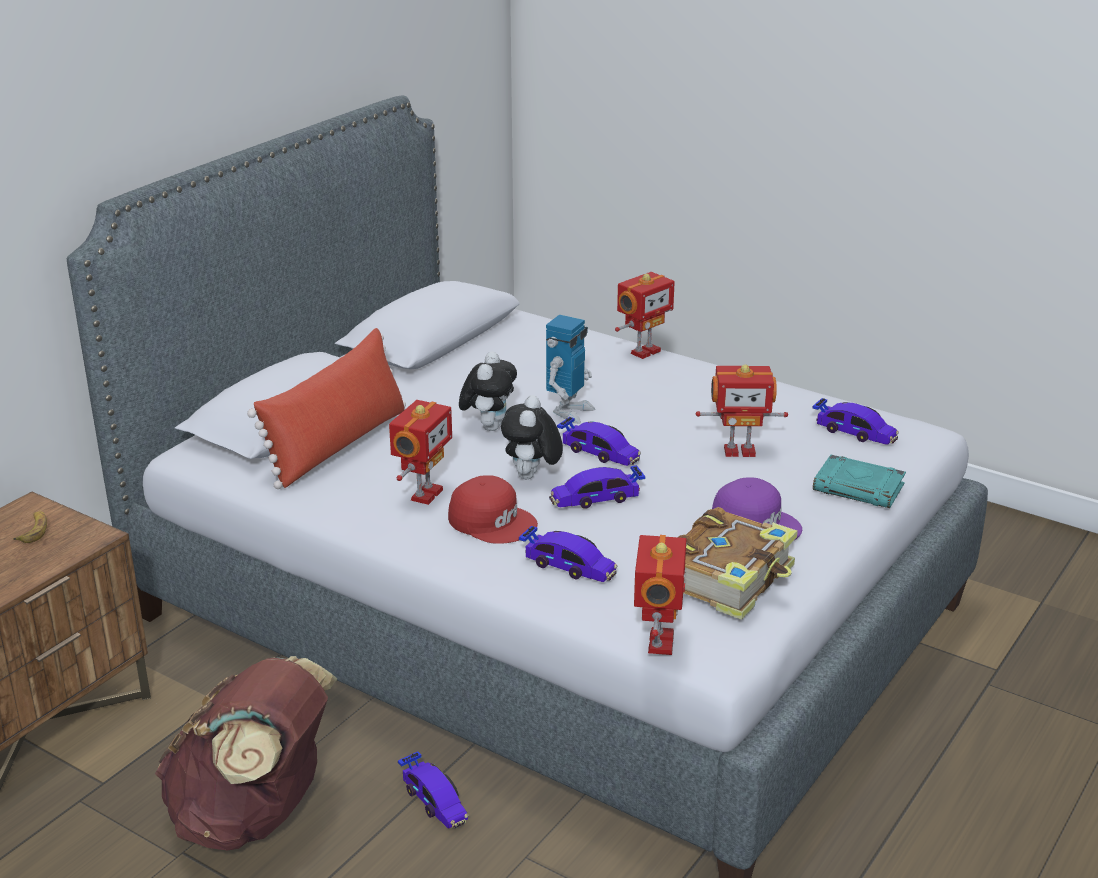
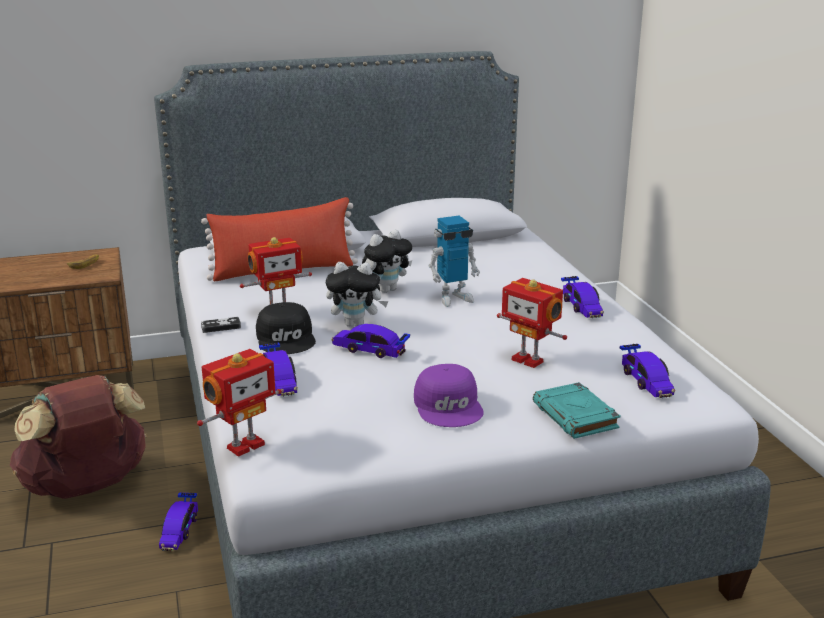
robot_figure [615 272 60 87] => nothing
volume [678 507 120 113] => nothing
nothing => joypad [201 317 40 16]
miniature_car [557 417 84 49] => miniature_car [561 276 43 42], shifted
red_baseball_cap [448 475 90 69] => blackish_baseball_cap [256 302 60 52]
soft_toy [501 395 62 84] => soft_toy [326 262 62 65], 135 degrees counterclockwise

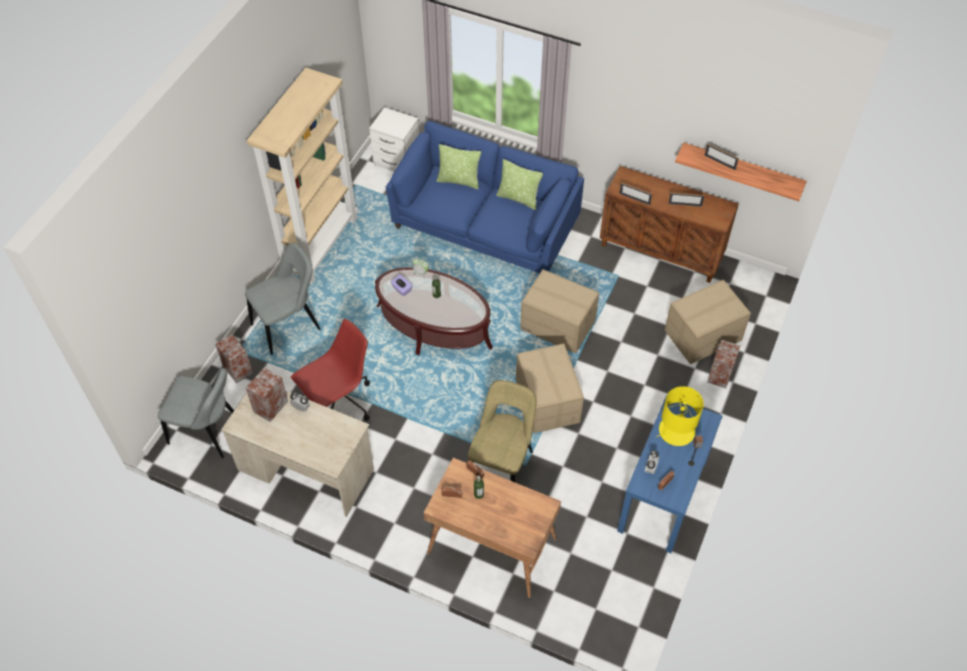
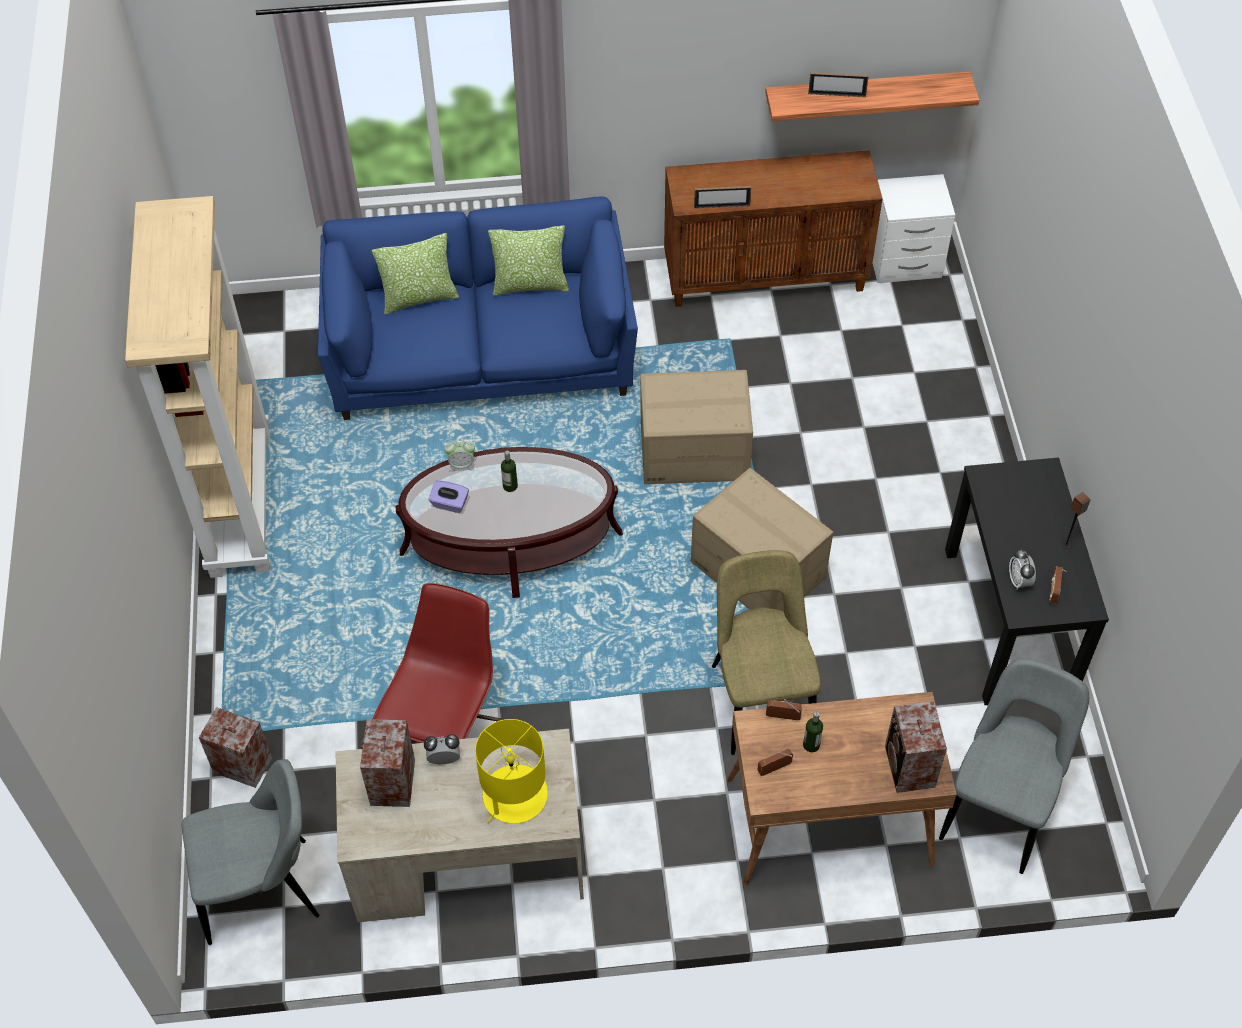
cardboard_box [665 280 86 84] => nothing
photo_frame [668 192 37 15] => nothing
grey_chair [245 243 76 112] => grey_chair [939 658 150 216], shifted
whitish_nightstand [369 107 50 64] => whitish_nightstand [873 174 82 109], shifted
yellow-coloured_lamp_for_a_table [656 386 48 60] => yellow-coloured_lamp_for_a_table [475 719 73 105], shifted
loudspeaker [708 340 32 48] => loudspeaker [885 701 62 92], shifted
bluish_hall_table [617 395 106 158] => blackish_hall_table [945 457 164 248]

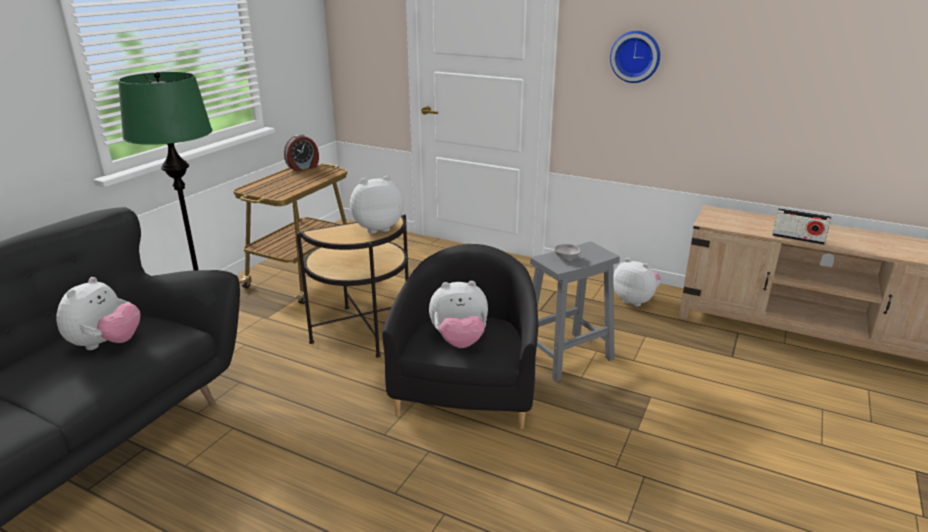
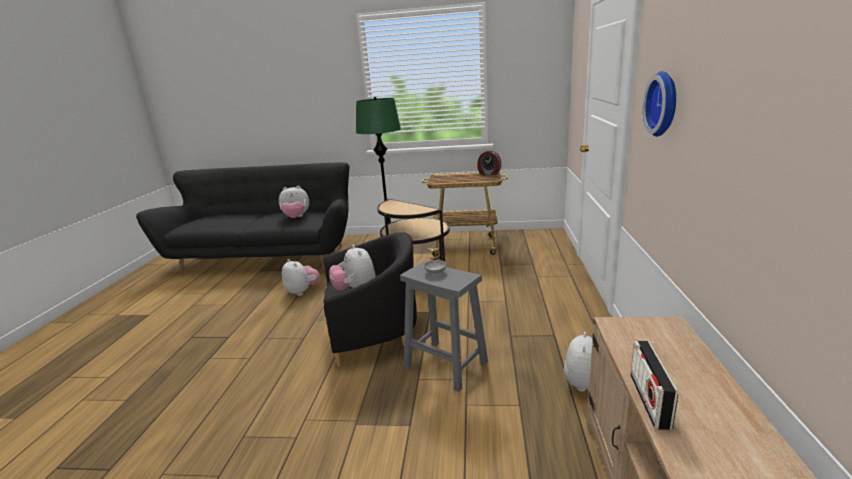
soft_toy [350 176 54 58] => soft_toy [282 259 38 37], shifted

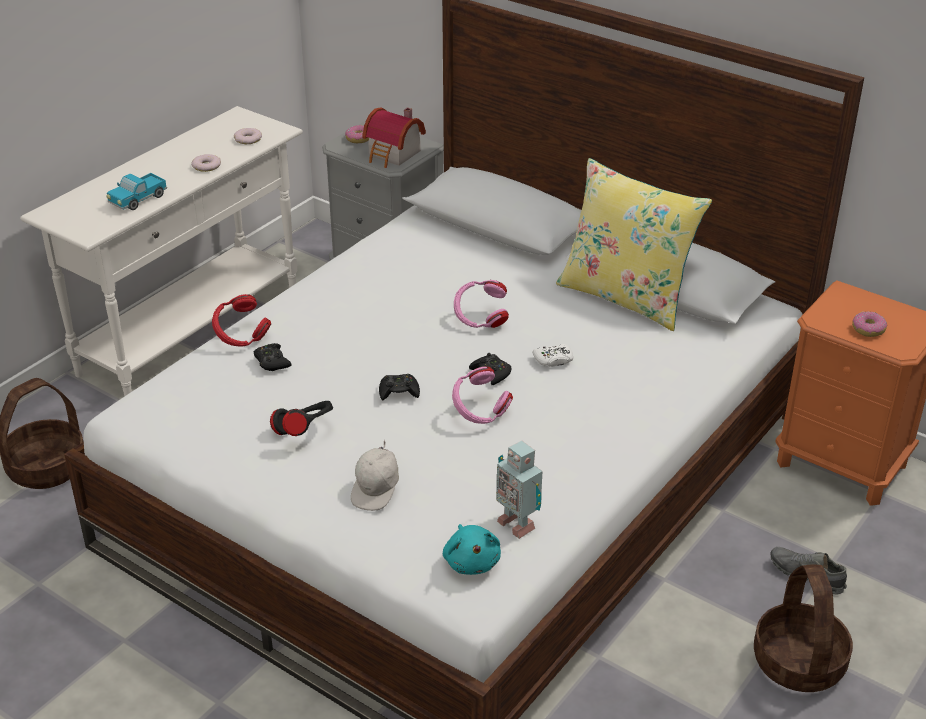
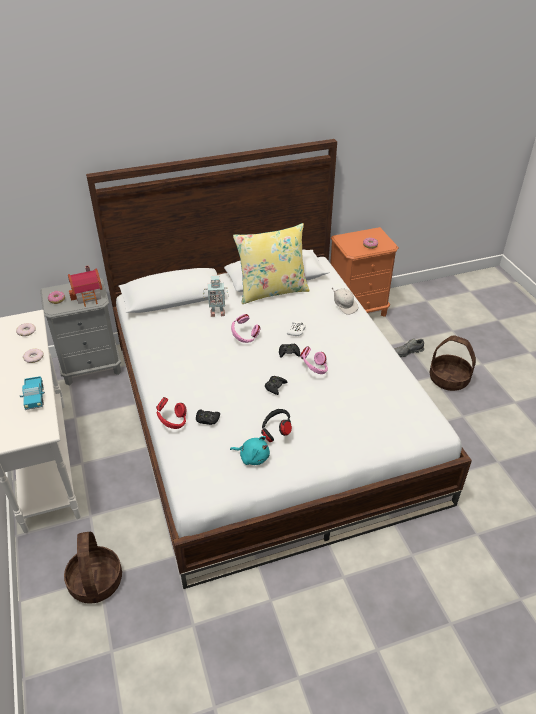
whitish_baseball_cap [351 440 48 71] => whitish_baseball_cap [332 287 26 28], shifted
turquoise_soft_toy [443 524 58 51] => turquoise_soft_toy [230 436 40 29], shifted
robot_figure [496 441 46 98] => robot_figure [203 276 26 41], shifted

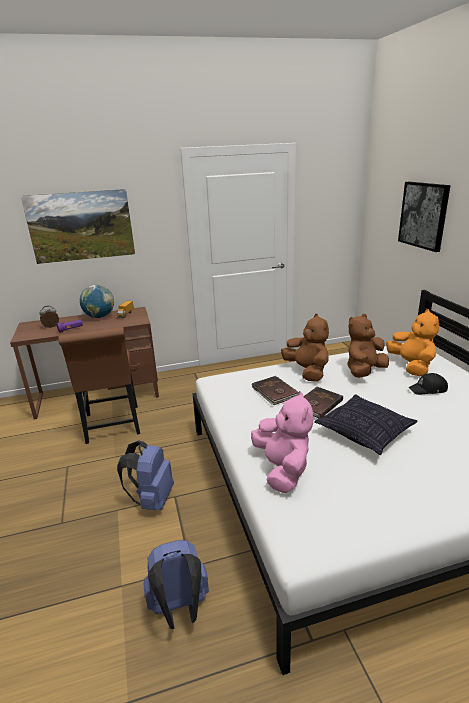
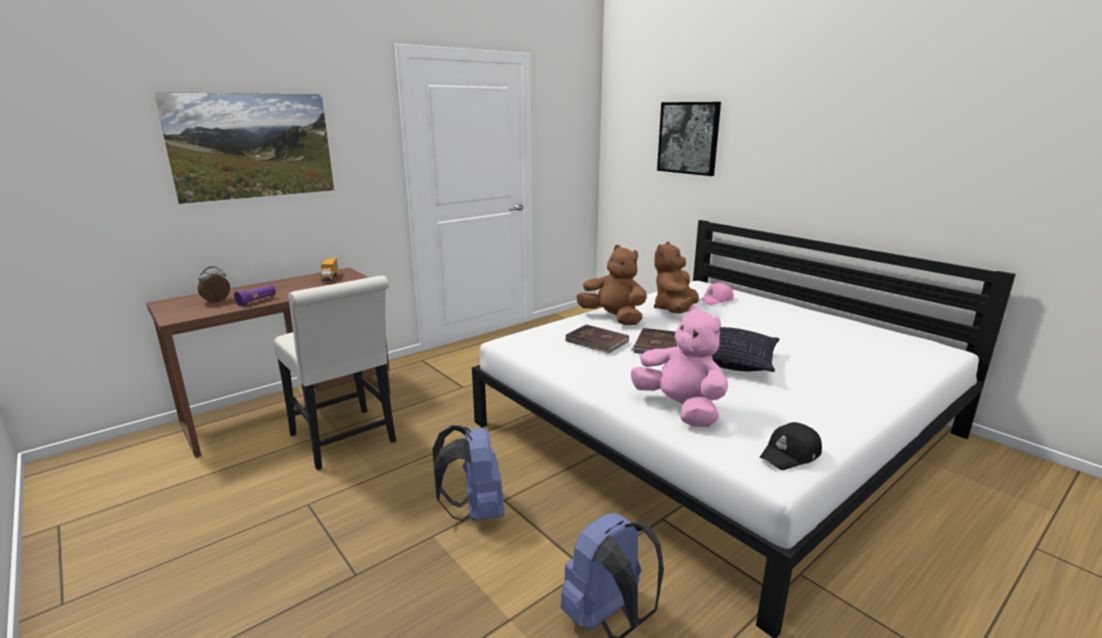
desk_globe [80 285 34 33] => nothing
blackish_baseball_cap [408 373 40 22] => blackish_baseball_cap [759 422 63 48], shifted
orange-coloured_soft_toy [386 309 53 67] => pink-coloured_baseball_cap [699 283 35 22]
brownish_chair [58 327 82 117] => whitish_chair [274 276 122 194]

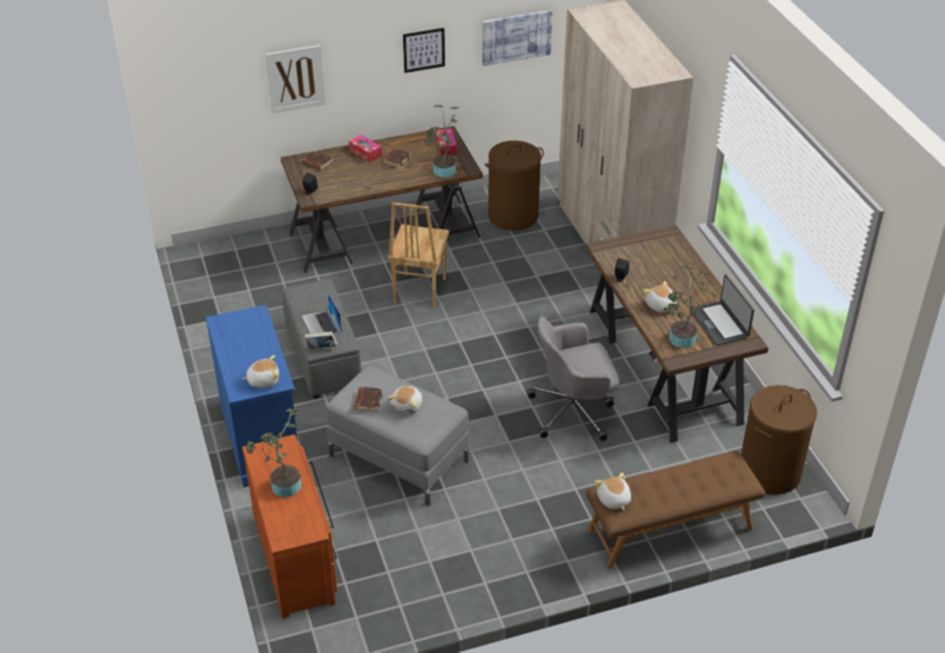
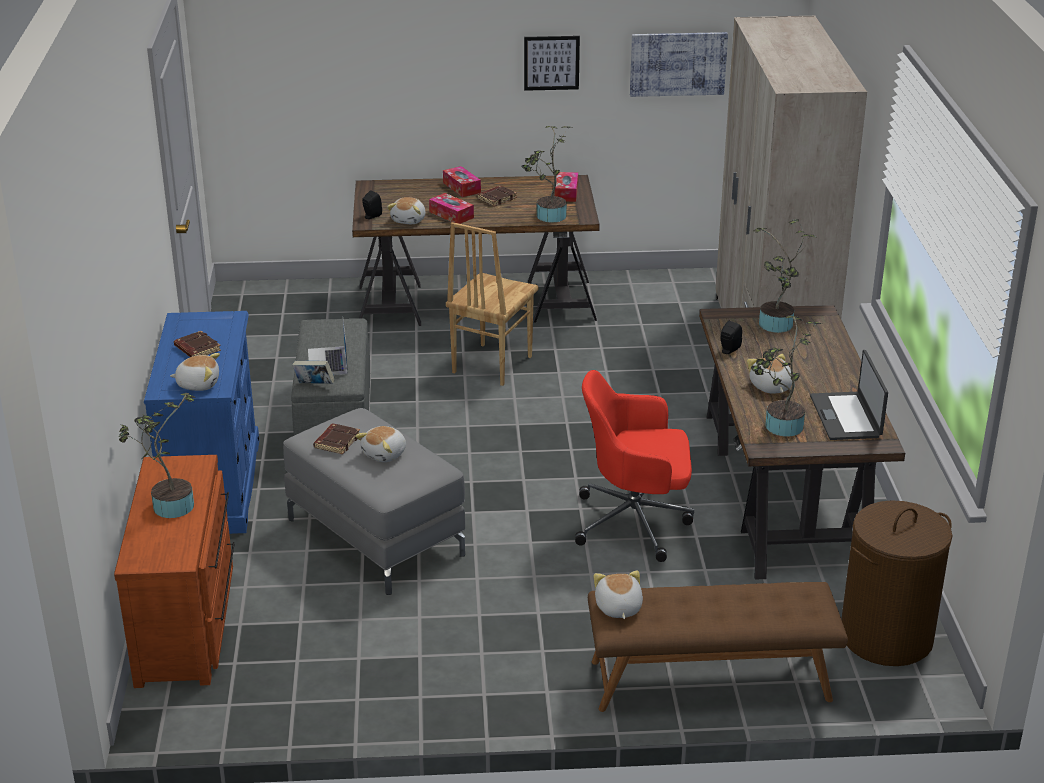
wall_art [265 45 60 68] => nothing
brownish_washing_basket [485 141 59 90] => nothing
nothing => soft_toy [387 197 38 27]
nothing => tissue_box [429 193 45 31]
nothing => plant_in_a_pot [754 219 62 114]
brownish_volume [302 151 31 19] => brownish_volume [174 331 47 26], shifted
grey_computer_chair [527 317 92 124] => red_computer_chair [575 370 119 192]

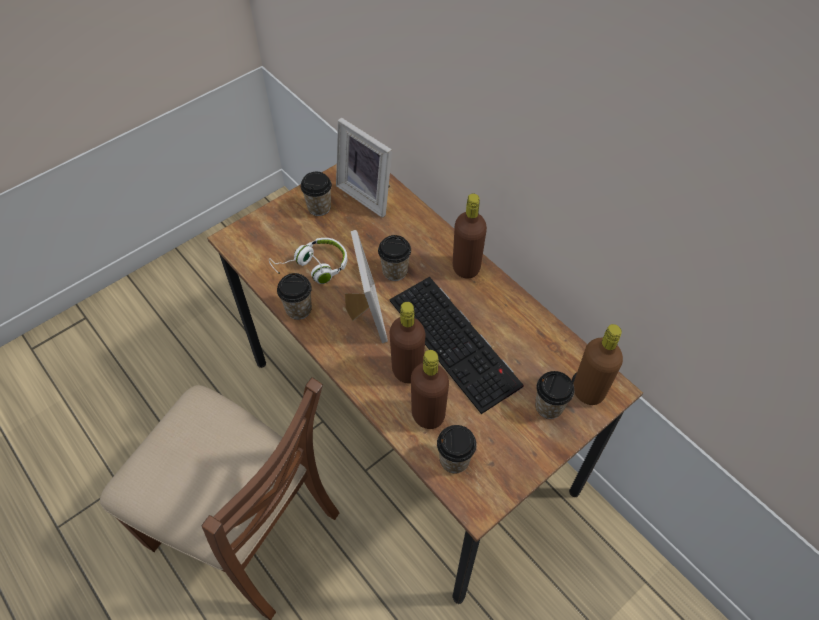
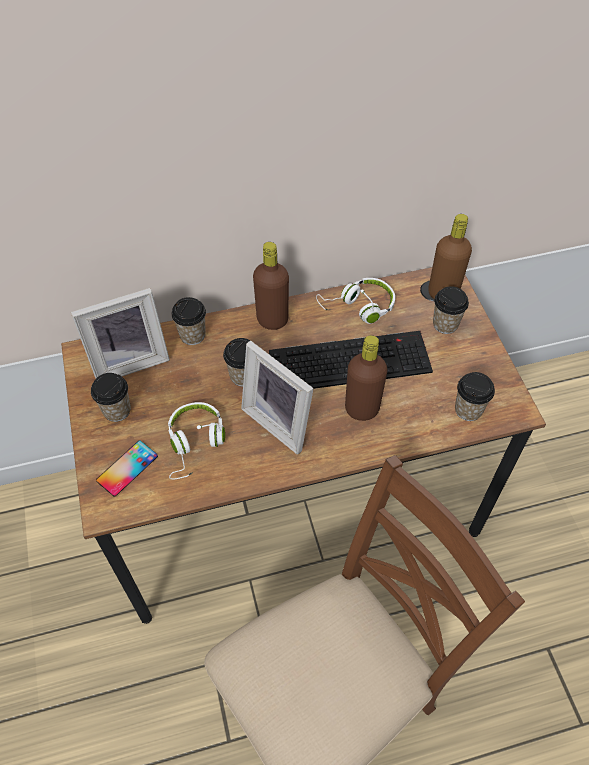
brownish_beverage_bottle [411 350 38 79] => nothing
nothing => telephone [96 440 62 57]
nothing => whitish_pair_of_headphones [316 278 79 46]
cup [277 273 35 47] => cup [171 297 35 48], shifted
photo_frame [345 230 43 113] => photo_frame [241 341 73 114], 150 degrees counterclockwise

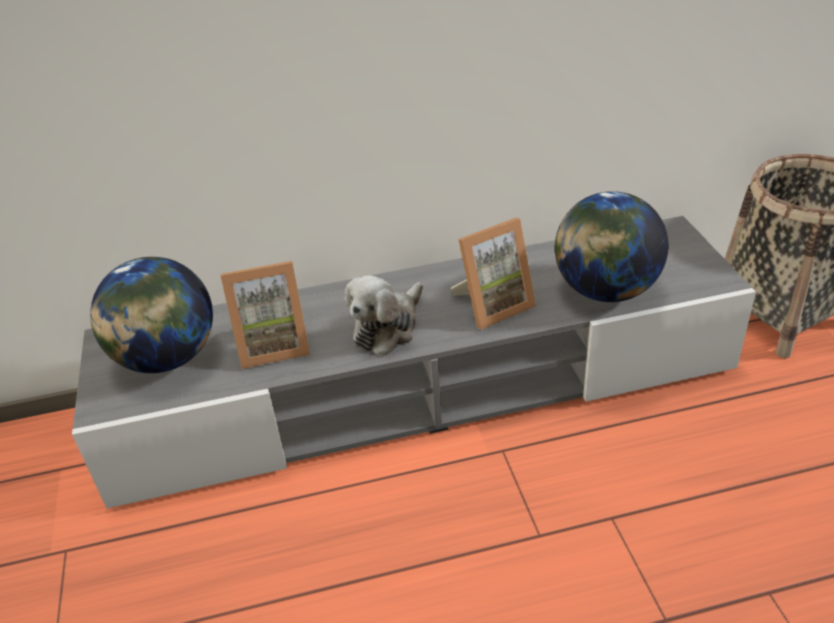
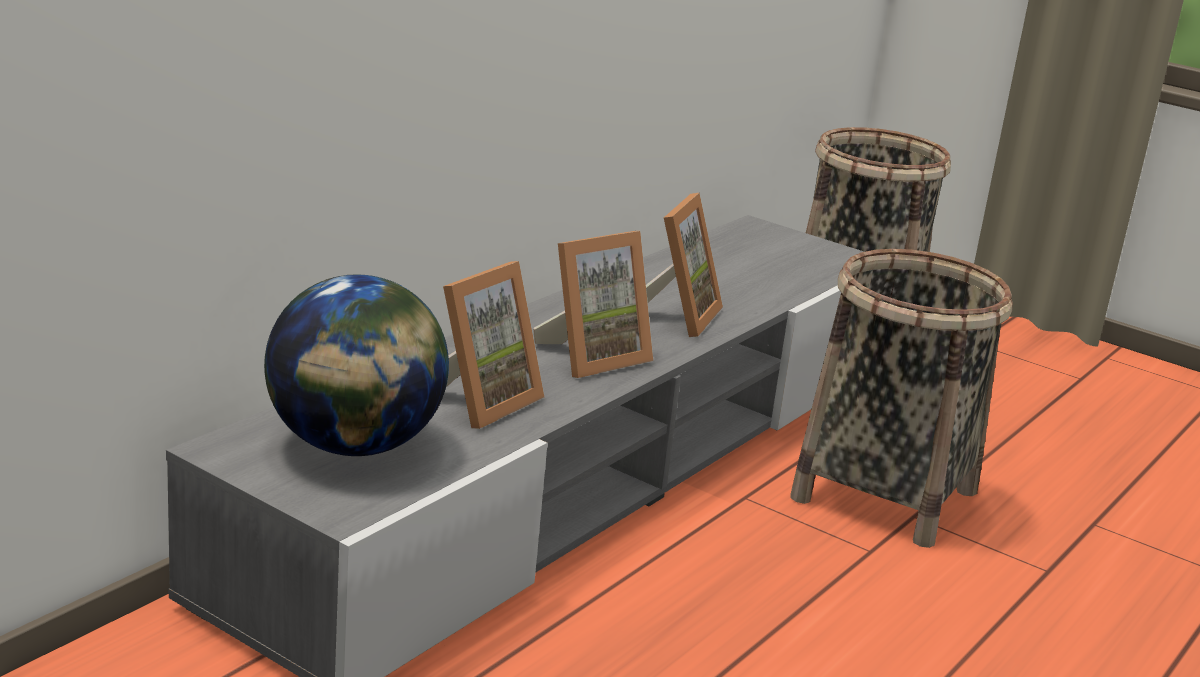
desk_globe [555 191 113 111] => nothing
nothing => household_basket [790 249 223 299]
soft_toy [344 275 79 81] => photo_frame [533 231 120 147]

